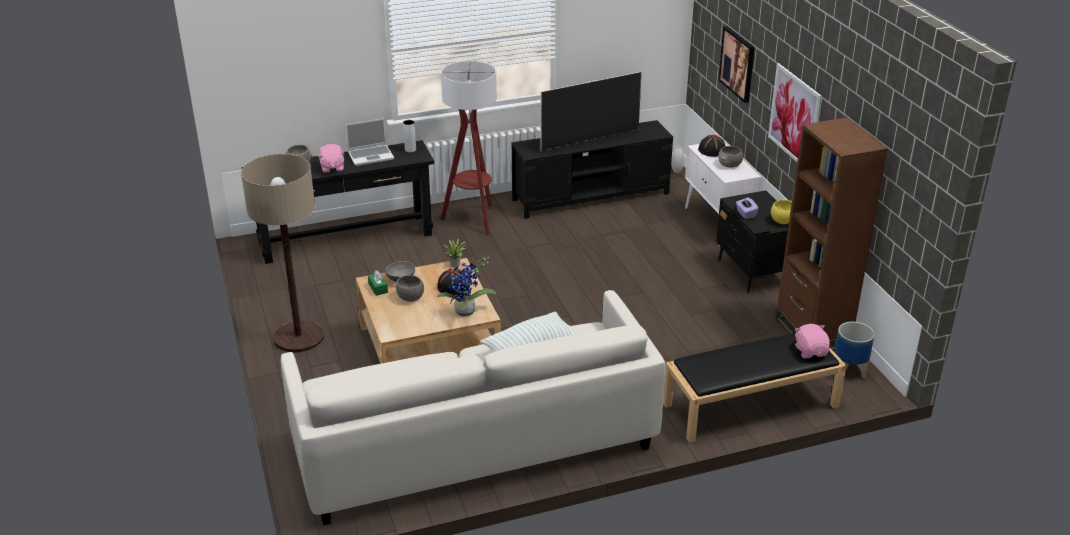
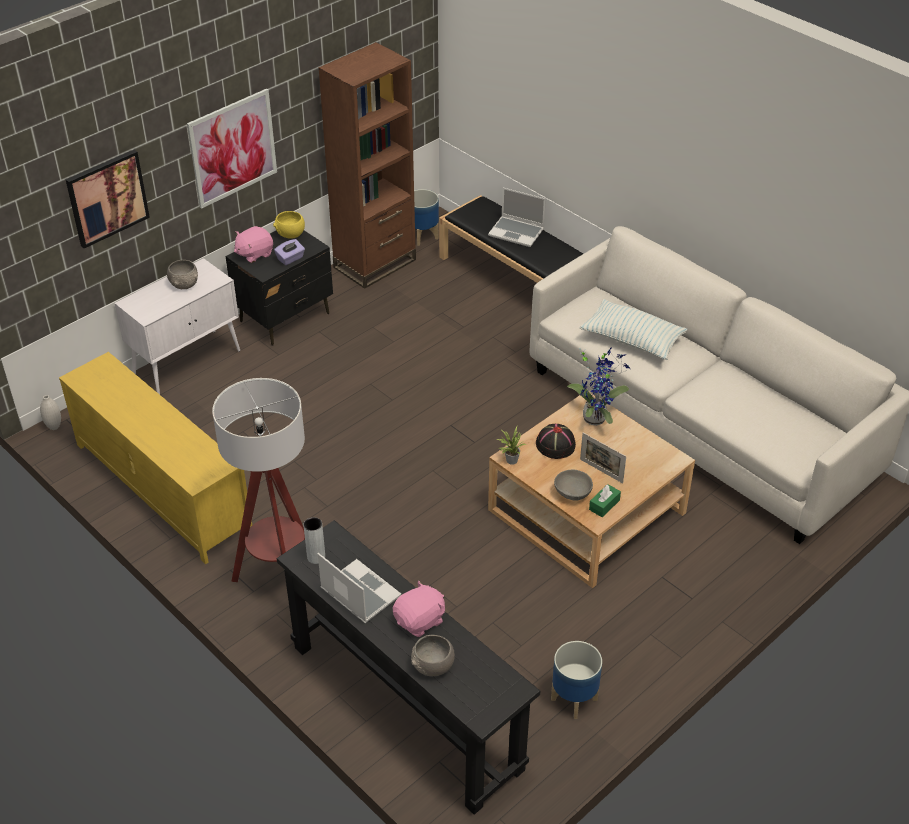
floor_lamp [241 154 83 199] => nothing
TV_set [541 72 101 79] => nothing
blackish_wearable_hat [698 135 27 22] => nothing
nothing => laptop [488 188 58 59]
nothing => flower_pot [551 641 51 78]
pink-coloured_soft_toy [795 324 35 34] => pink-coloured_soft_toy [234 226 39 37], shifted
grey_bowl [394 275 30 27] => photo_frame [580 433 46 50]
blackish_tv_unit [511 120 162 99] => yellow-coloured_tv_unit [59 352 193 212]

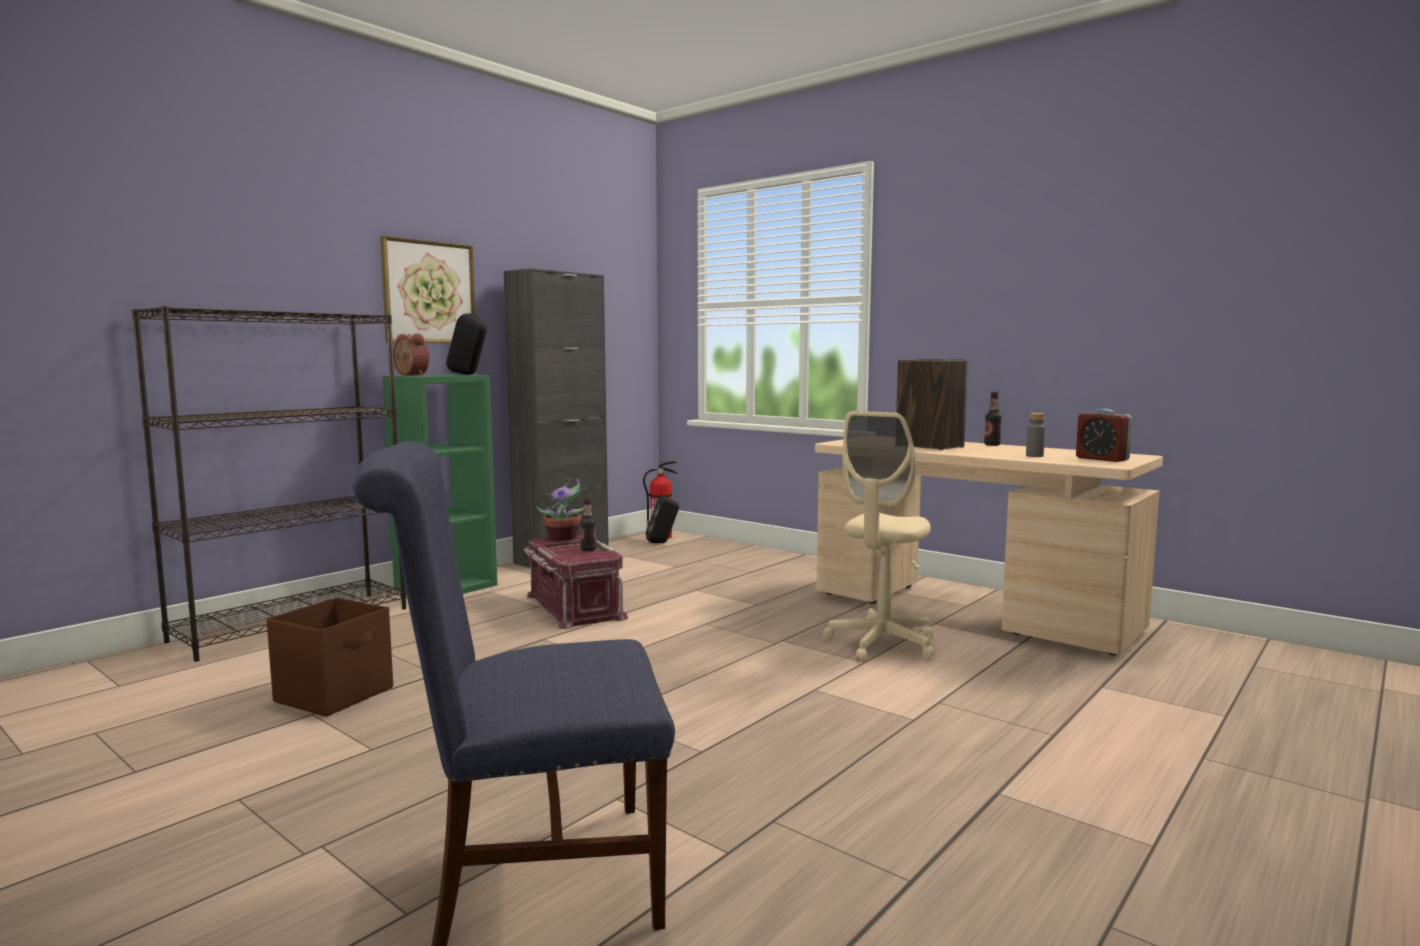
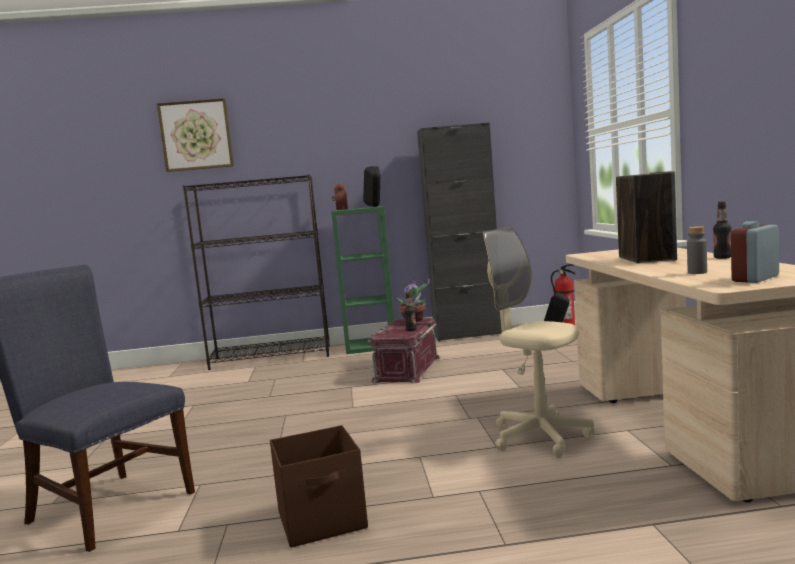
brownish_storage_bin [267 597 126 120] => brownish_storage_bin [270 425 98 123], shifted
wall_art [380 236 95 107] => wall_art [157 98 77 74], shifted
beige_computer_chair [823 411 112 252] => beige_computer_chair [483 227 111 231], 60 degrees clockwise
table_clock [1076 409 56 53] => table_clock [731 221 48 62], 45 degrees clockwise

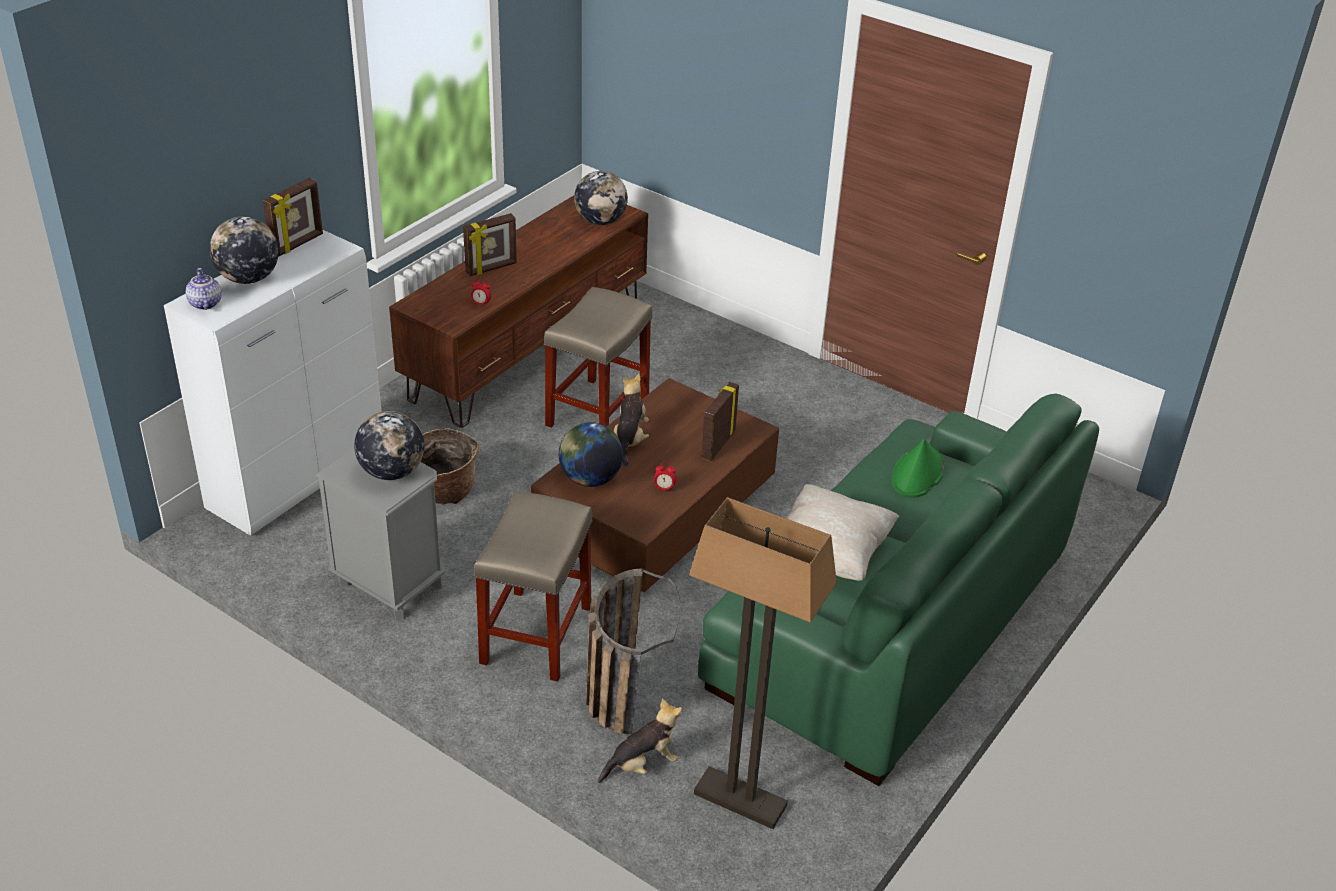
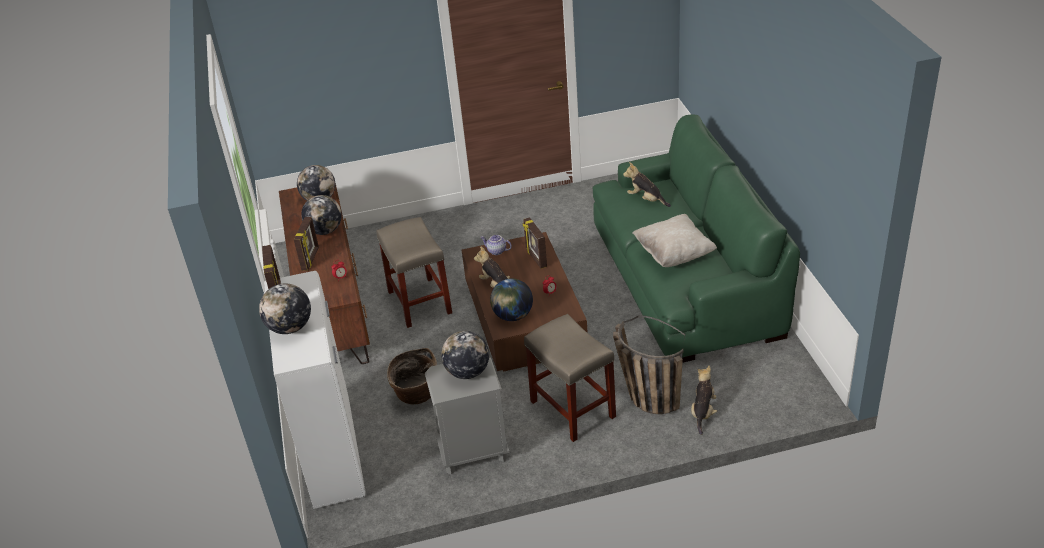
floor_lamp [689 497 148 332] => nothing
nothing => desk_globe [301 195 41 40]
pot_for_tea [186 268 36 42] => pot_for_tea [480 235 32 20], shifted
greenish_wearable_hat [891 438 53 60] => soft_toy [623 162 48 45]

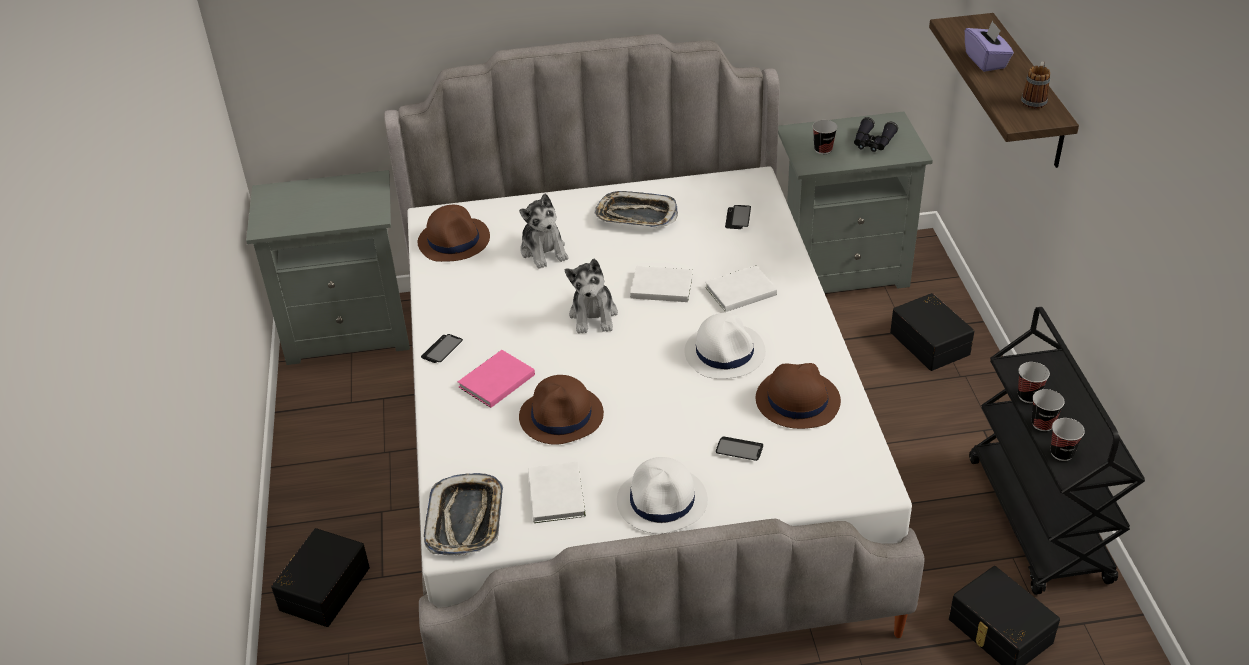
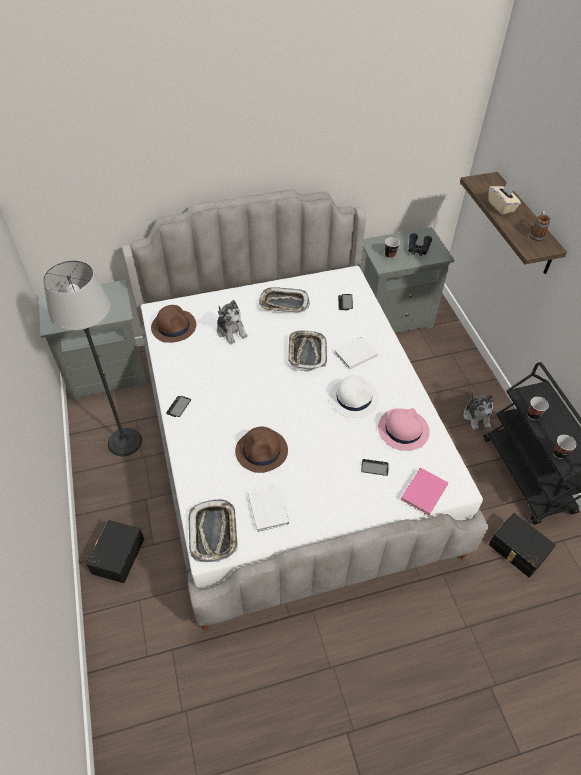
whitish_wearable_hat [617 457 91 77] => nothing
blackish_storage_bin [890 293 84 78] => nothing
cup [1032 389 33 42] => nothing
nothing => floor_lamp [43 260 99 196]
pink-coloured_volume [458 350 77 58] => pink-coloured_volume [401 467 47 49], shifted
soft_toy [565 258 53 75] => soft_toy [464 391 29 39], shifted
whitish_volume [630 266 63 36] => tray [288 330 39 42]
brownish_wearable_hat [756 363 85 66] => pink-coloured_wearable_hat [378 408 52 43]
purple_tissue_box [965 21 49 51] => beige_tissue_box [488 182 33 33]

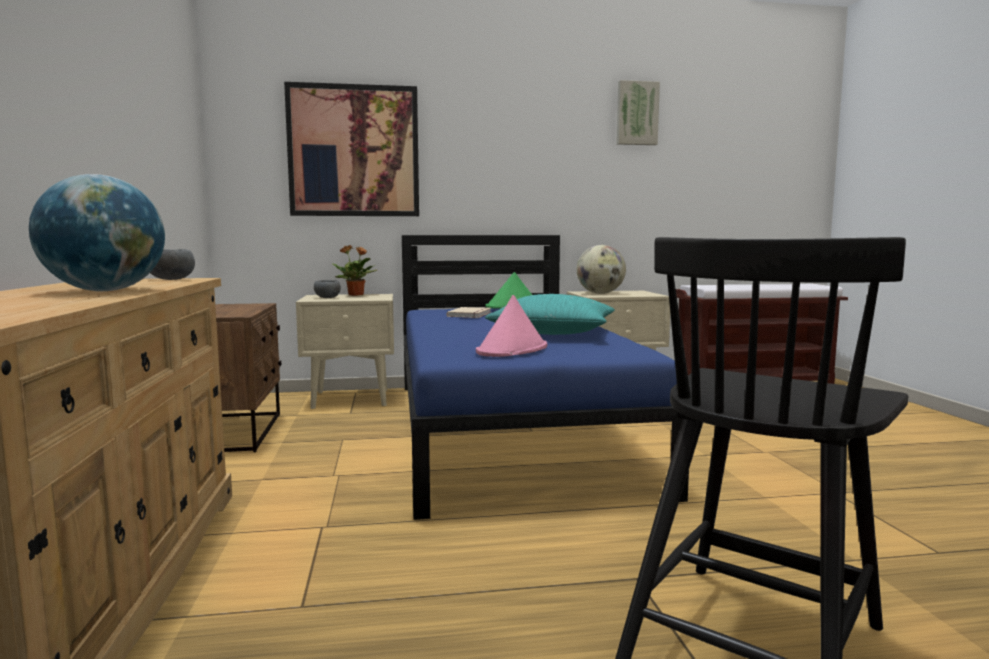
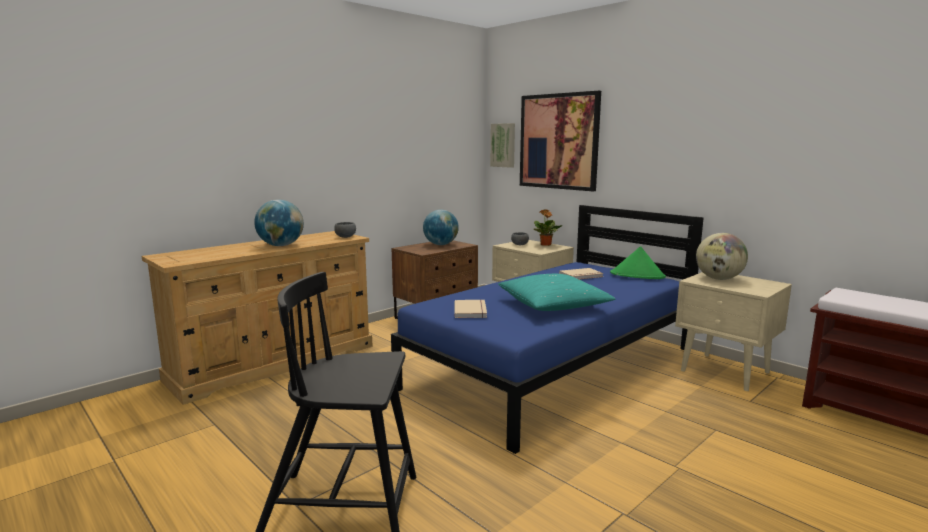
nothing => desk_globe [423 210 36 35]
wall_art [617 80 43 65] => wall_art [490 123 25 45], shifted
pink-coloured_wearable_hat [476 295 71 62] => beige_volume [454 300 33 18]

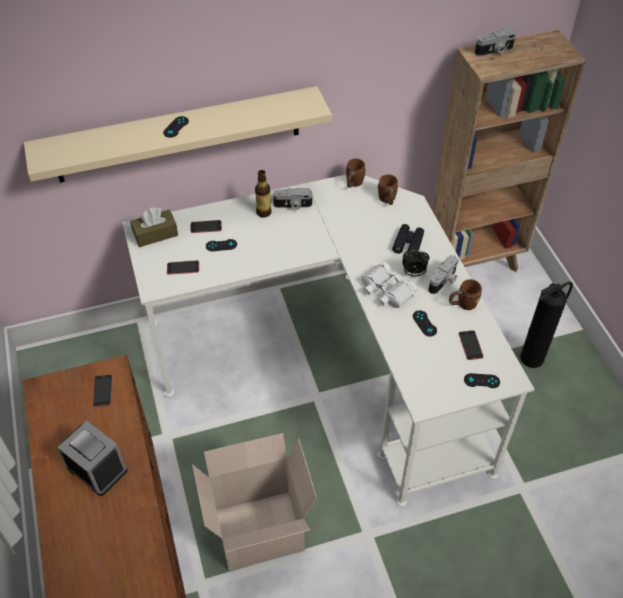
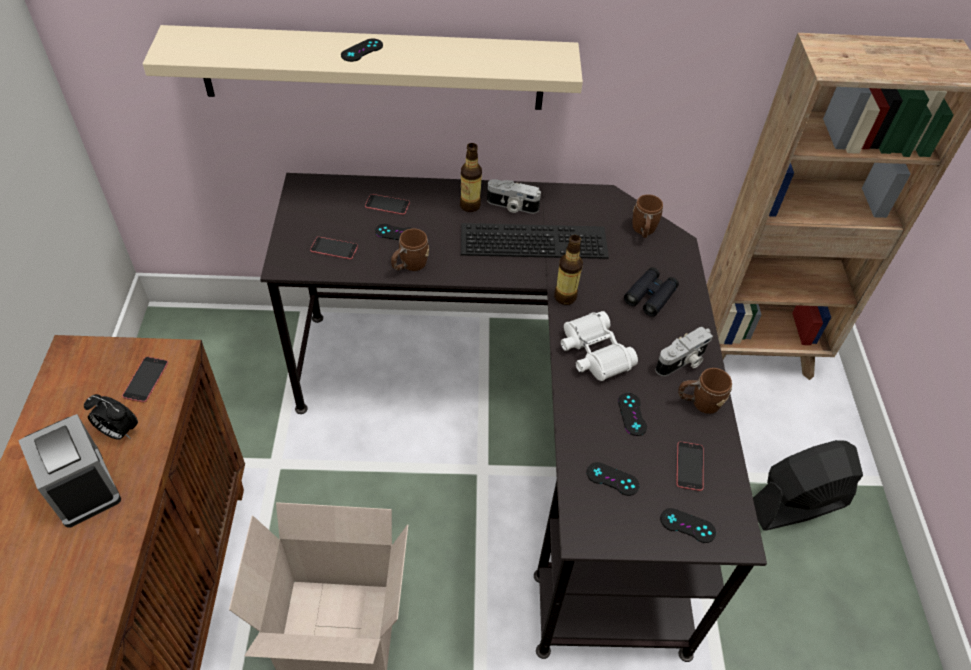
brownish_tissue_box [130 208 48 39] => nothing
photo_camera [475 28 41 28] => nothing
nothing => PC_keyboard [461 223 148 36]
nothing => beverage_bottle [554 235 29 70]
nothing => blackish_joypad [587 462 52 34]
brownish_mug [346 159 20 29] => brownish_mug [391 229 38 42], shifted
table_clock [402 250 27 27] => table_clock [84 394 54 46], shifted
extinguisher [520 282 53 86] => blackish_cooling_fan [753 440 110 90]
whitish_desk_unit [122 175 412 331] => blackish_desk_unit [260 173 507 489]

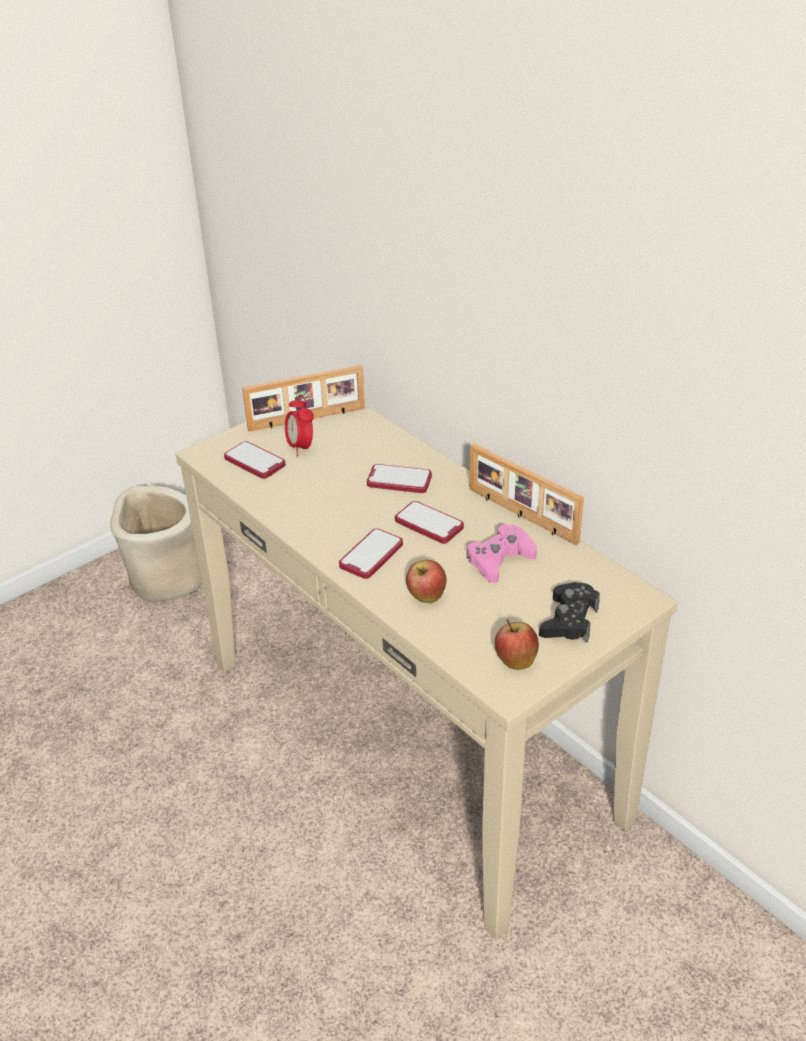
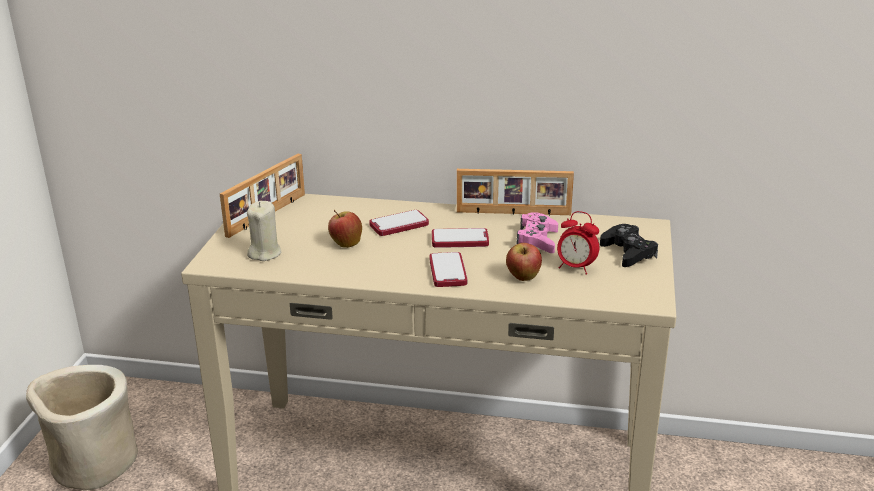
table_clock [285 394 29 62] => table_clock [557 211 42 64], shifted
apple [495 619 44 51] => apple [328 210 34 38], shifted
telephone [224 441 61 38] => beige_candle [247 201 35 60]

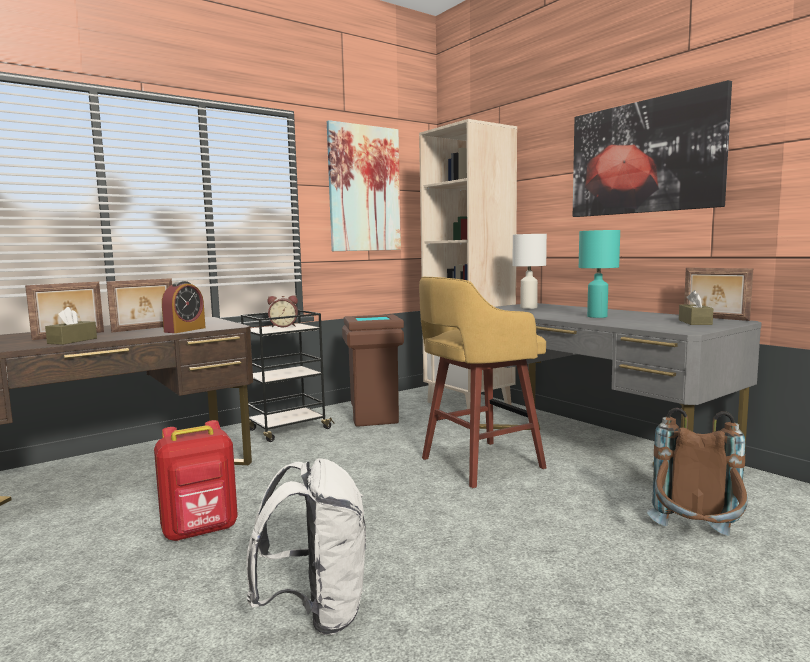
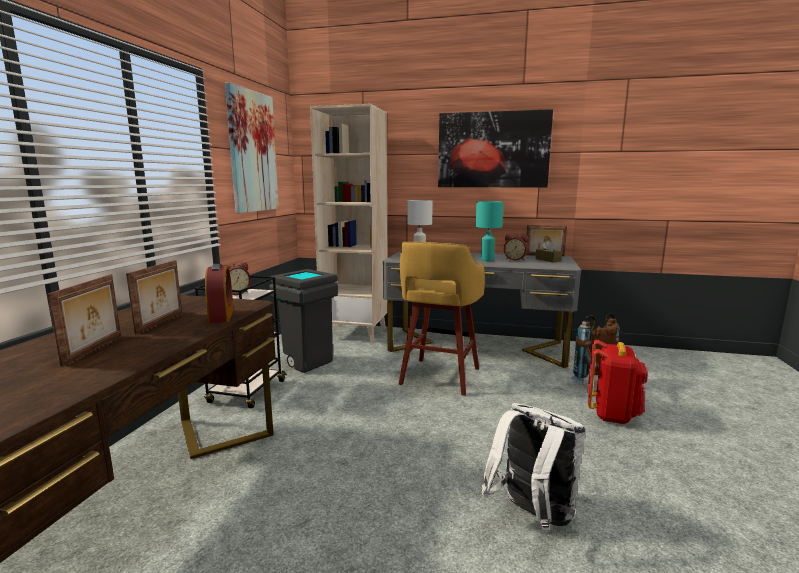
brownish_tissue_box [45 307 52 38] => nothing
nothing => table_clock [504 234 25 26]
red_rucksack [154 420 84 121] => red_rucksack [588 340 60 84], shifted
brownish_waste_bin [342 314 62 113] => grey_waste_bin [269 269 69 104]

